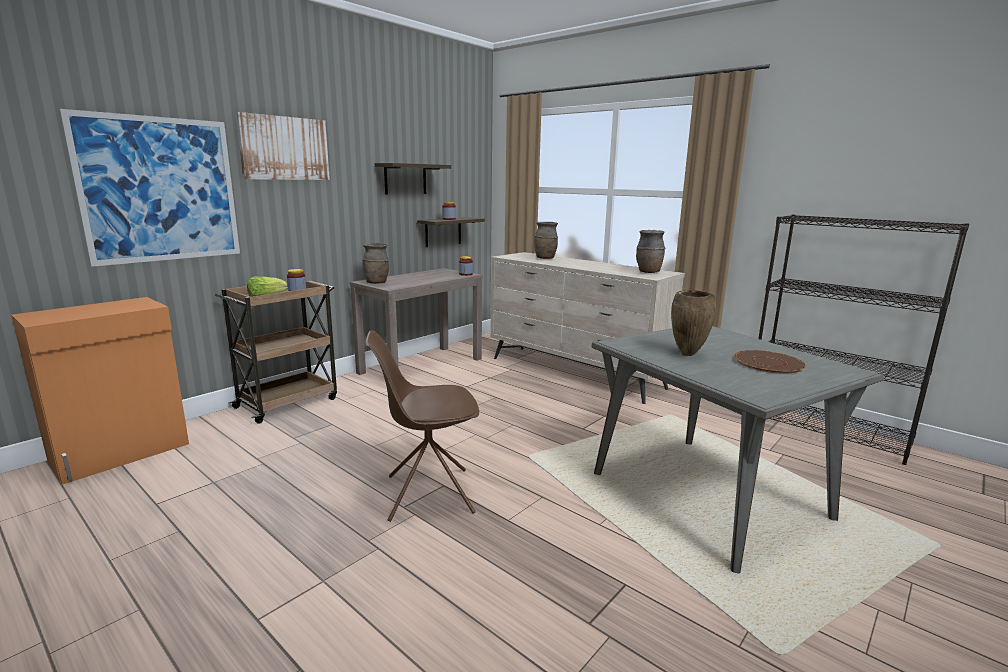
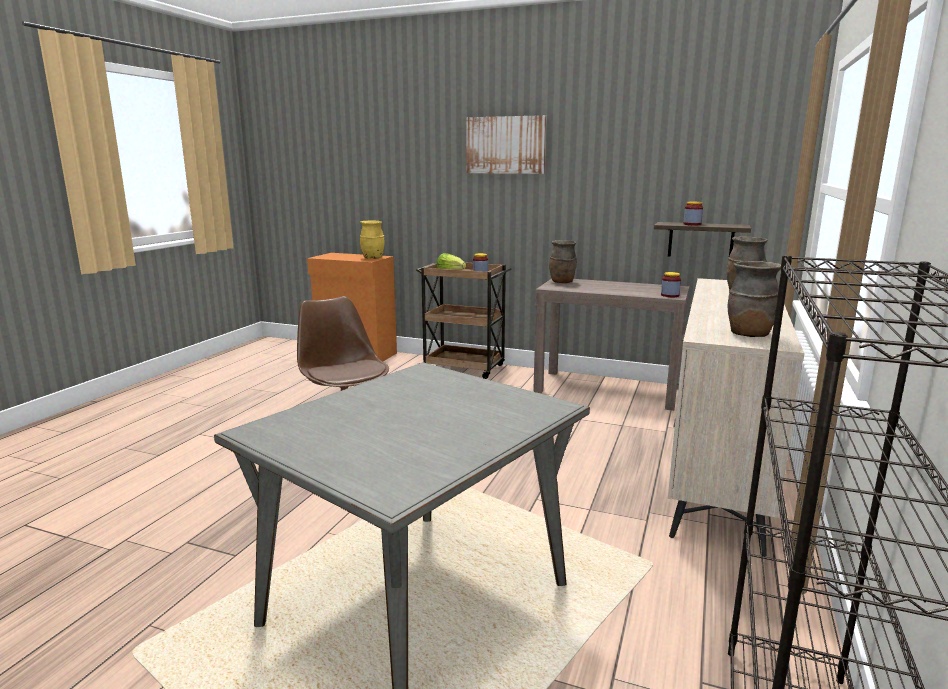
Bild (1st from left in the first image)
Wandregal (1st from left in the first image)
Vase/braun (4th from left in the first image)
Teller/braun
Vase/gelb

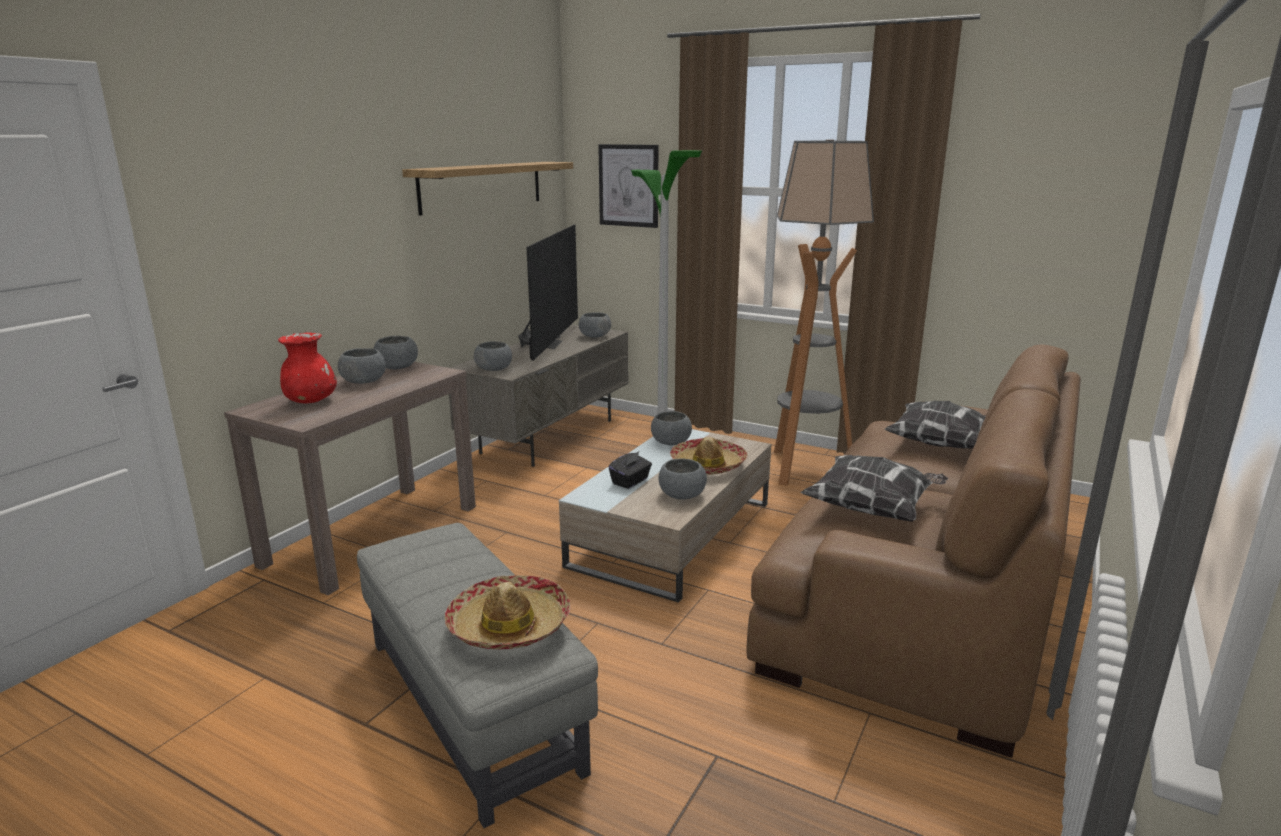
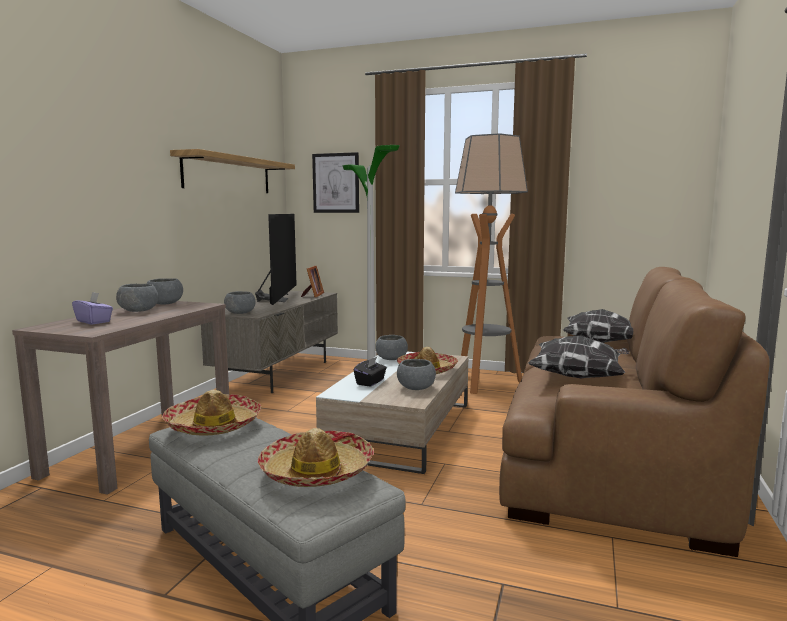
Bilderrahmen
Taschentuchbox/lila
Hut (1st from left)

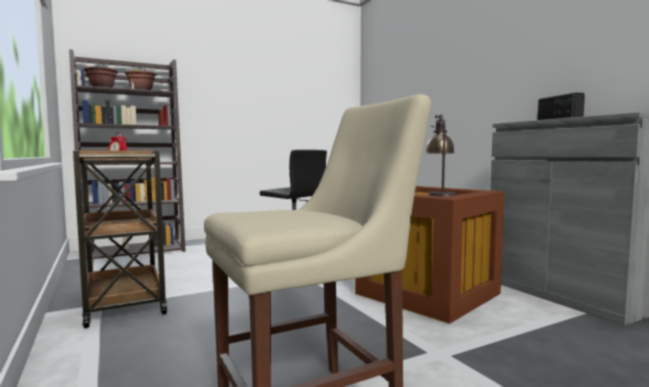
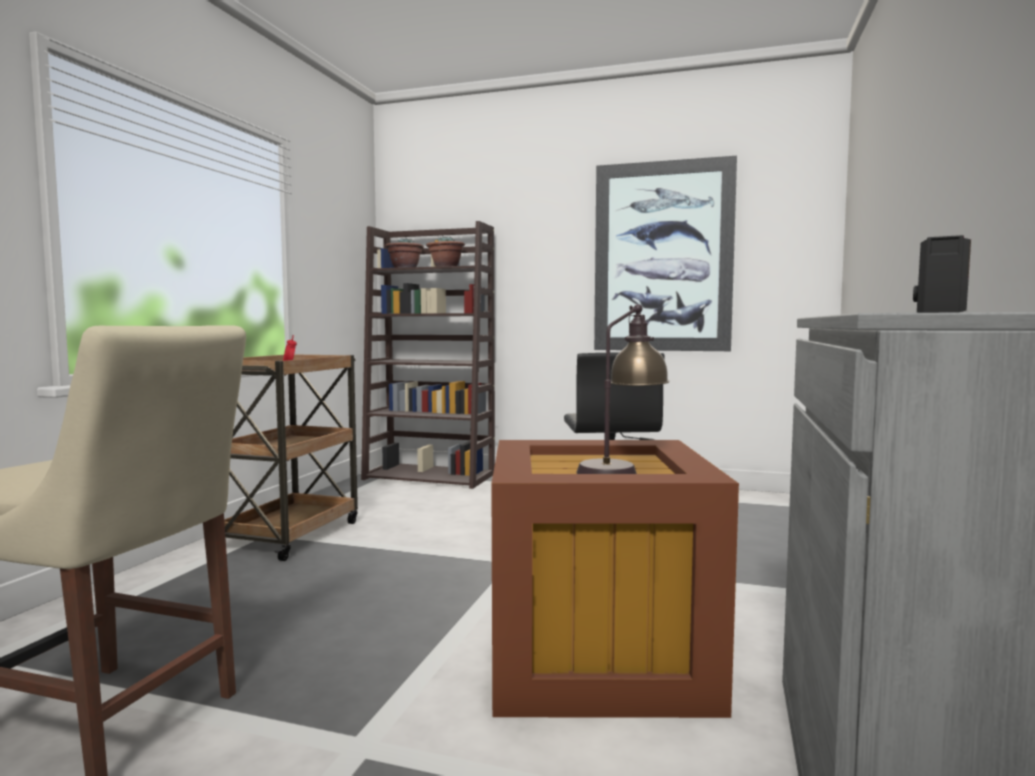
Bild

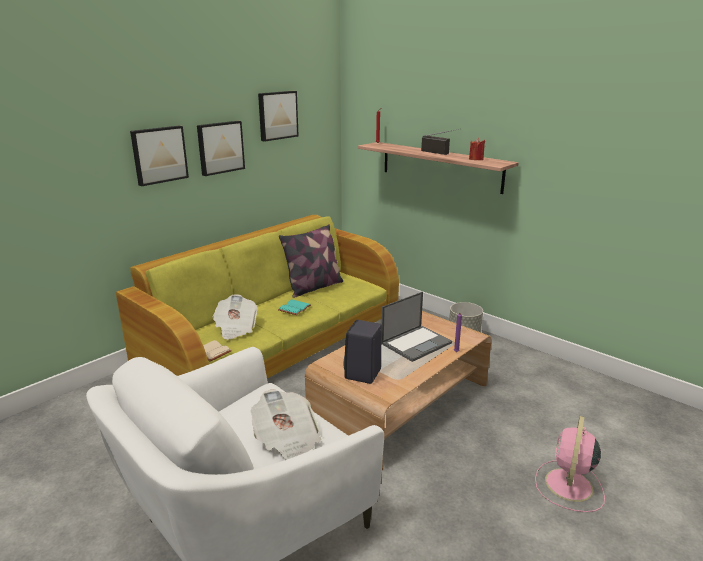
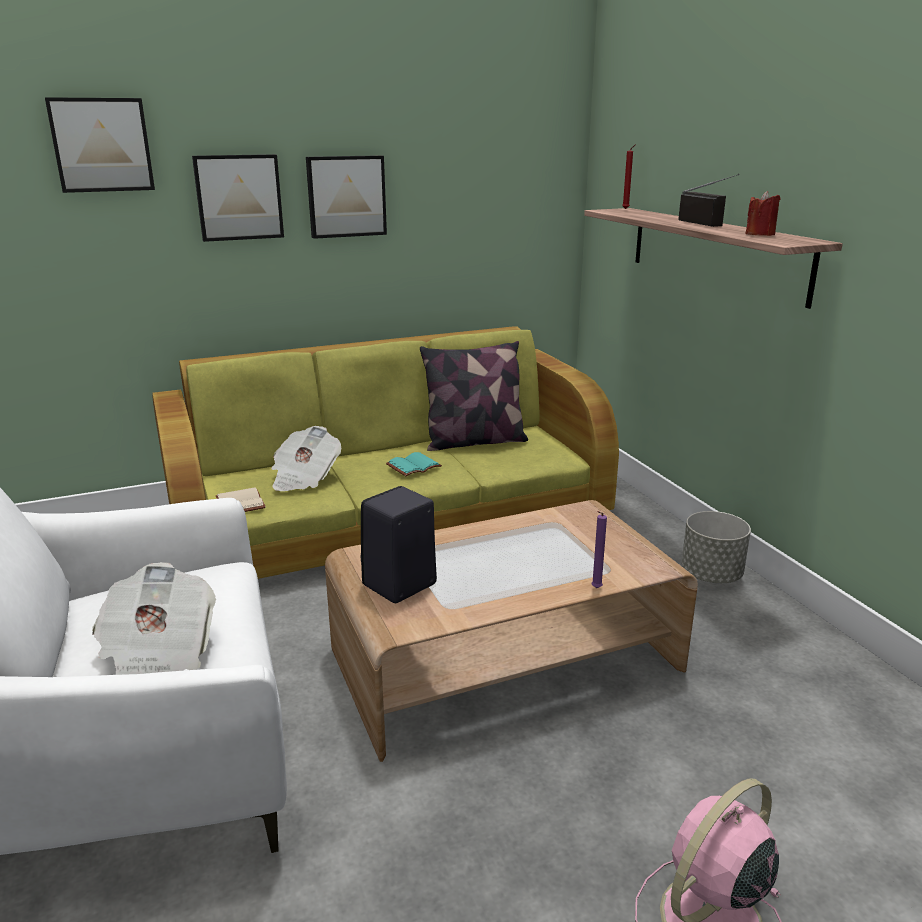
Bild (1st from left)
Laptop

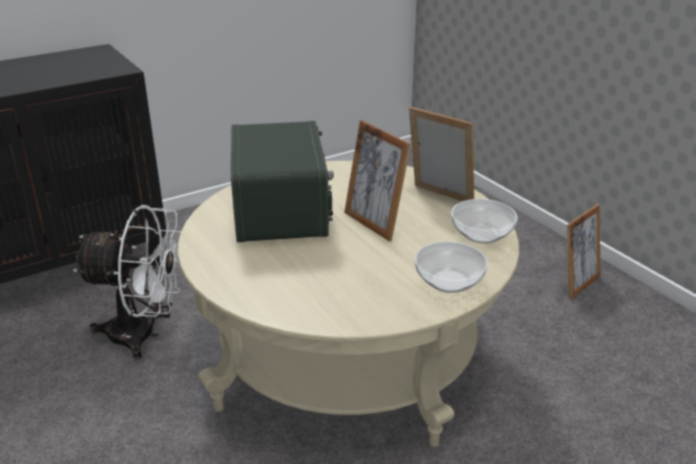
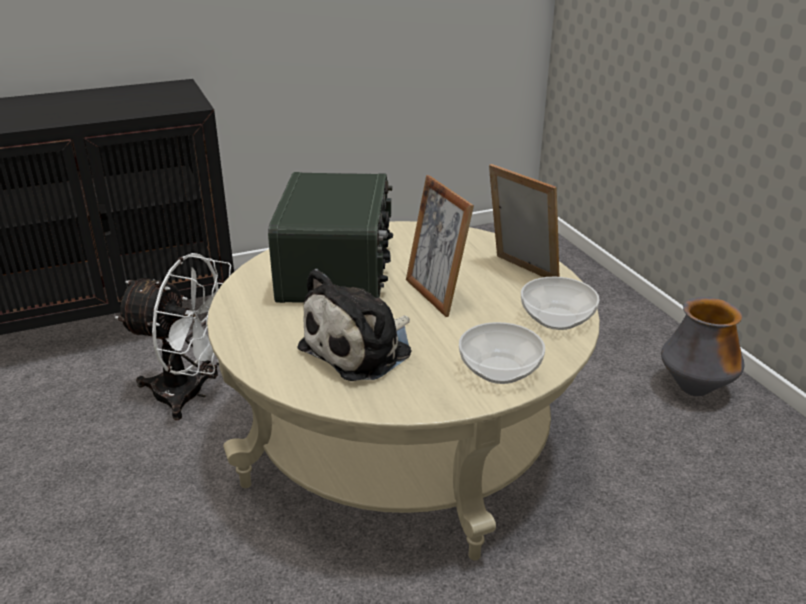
Vase
Plüschtier

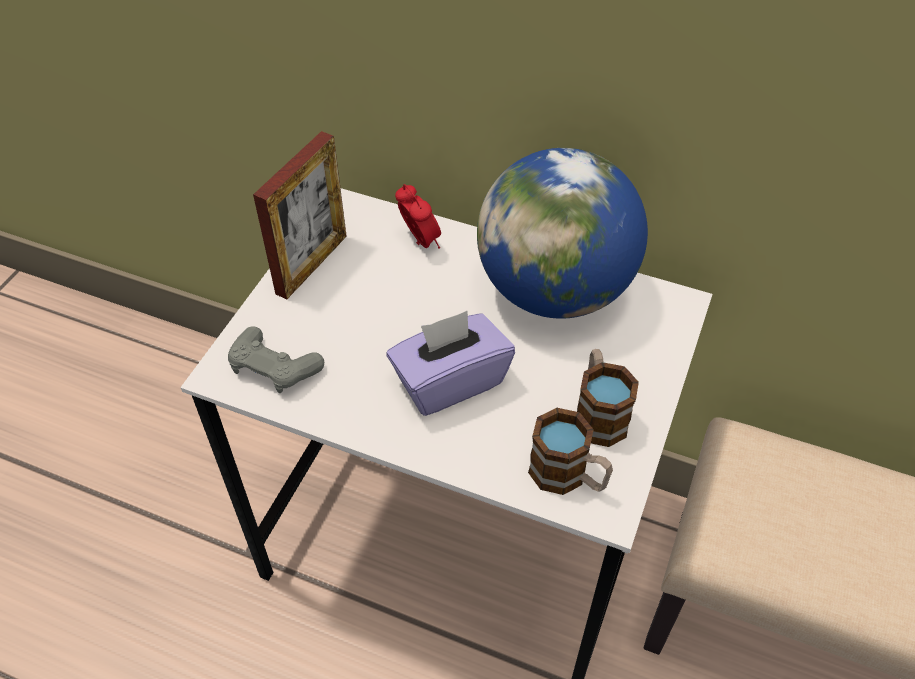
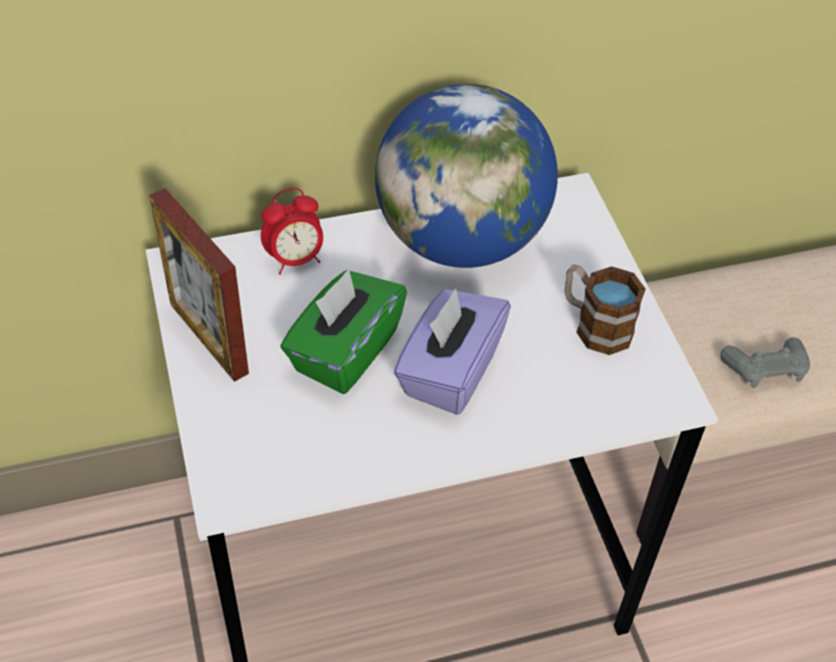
Bilderrahmen
Wecker
Gamepad/grau
Henkelbecher (1st from left in the first image)
Taschentuchbox/grün

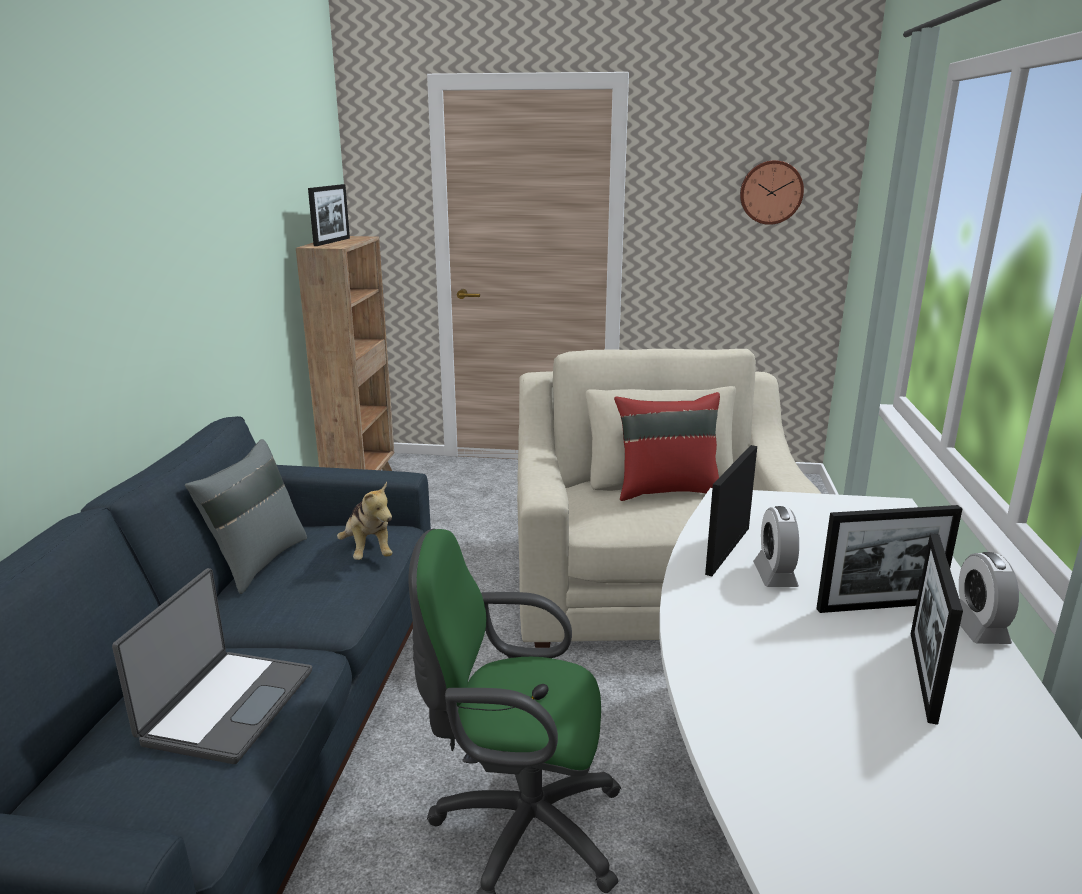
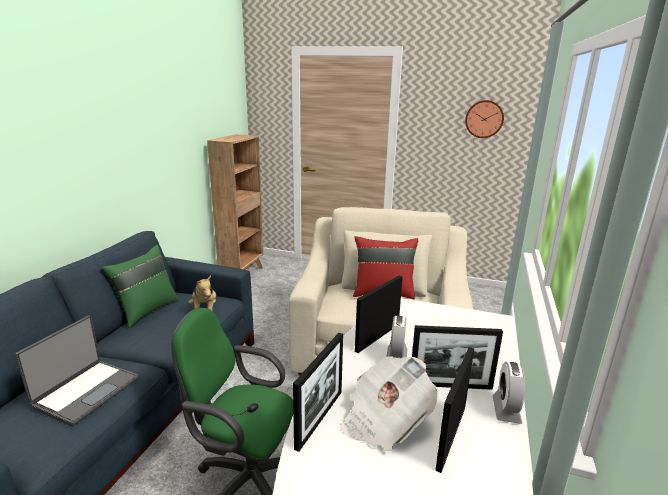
Bilderrahmen (1st from left)
Kissen/grün
Zeitung

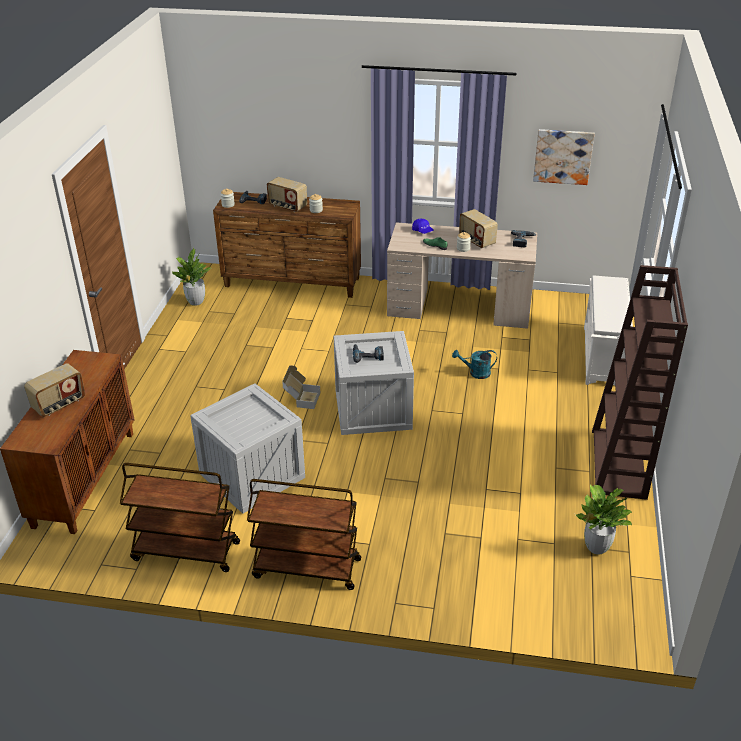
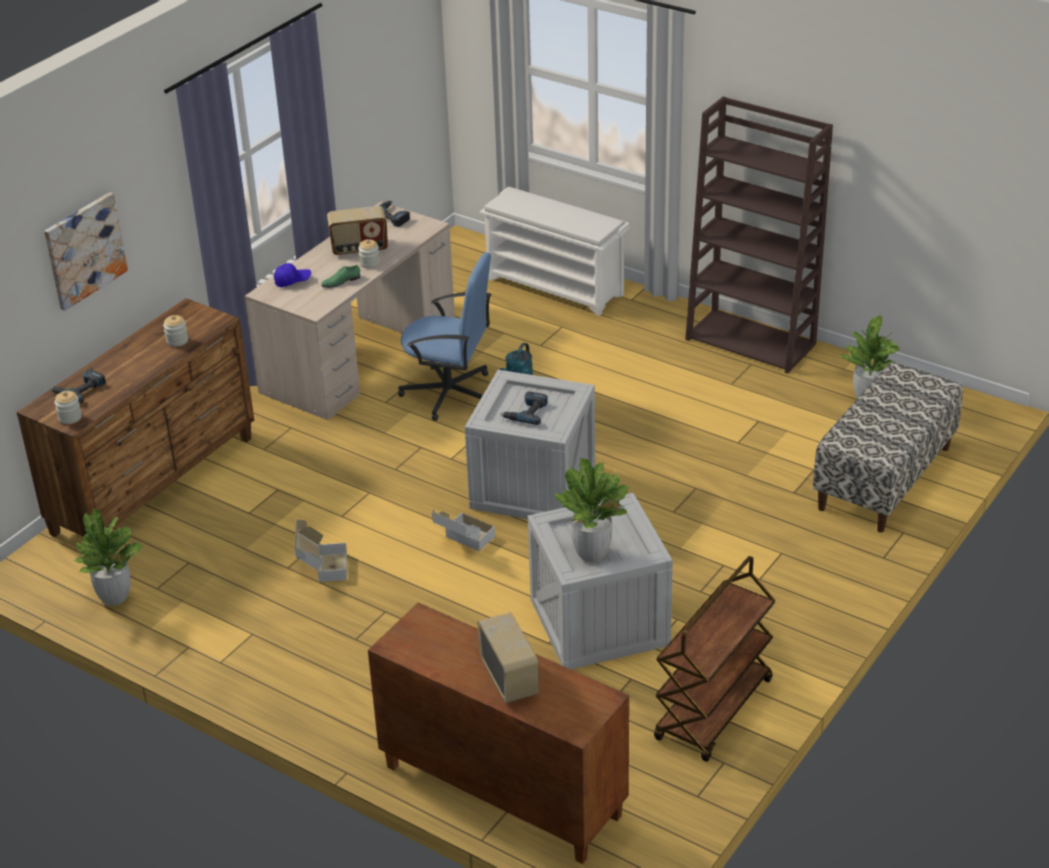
Bild
Radio (2nd from left in the first image)
Rollwagen/braun (2nd from left in the first image)
Bürostuhl/blau
Bank
Topfpflanze (2nd from left)
Karton (1st from left)

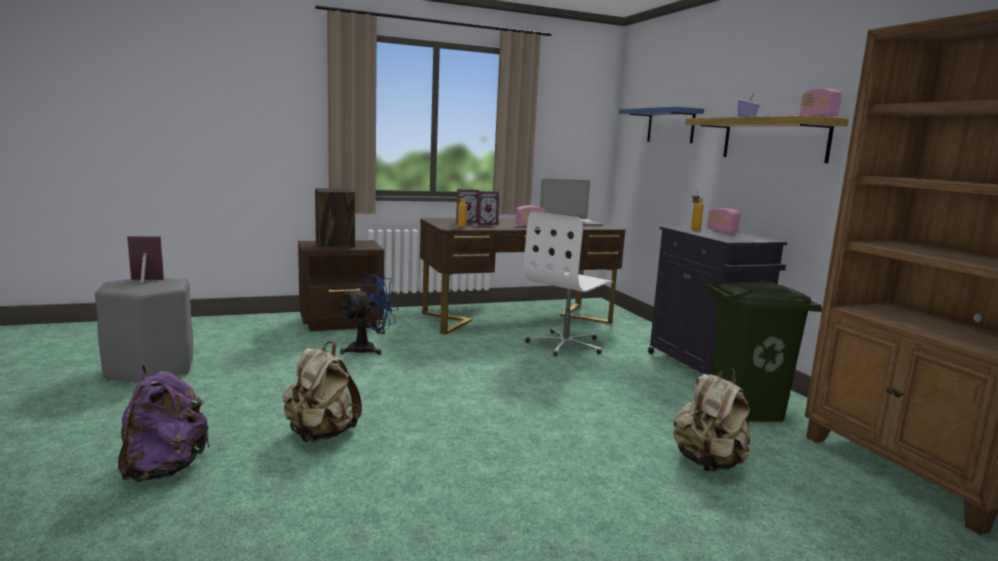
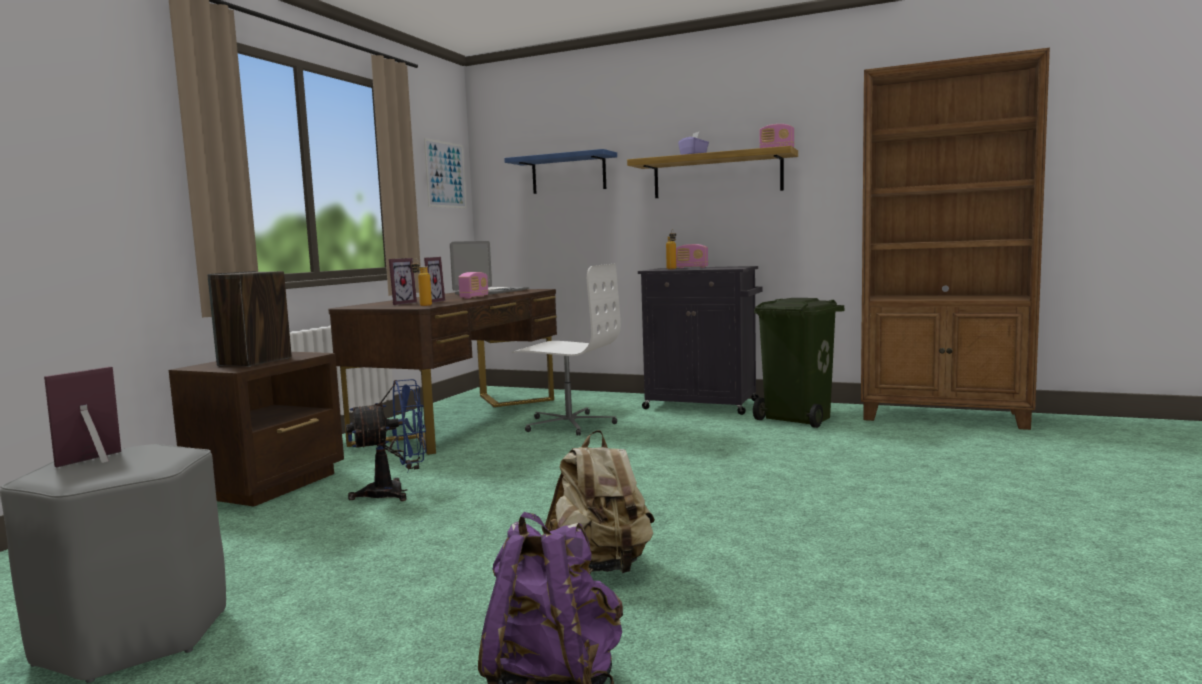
Bürostuhl/weiß
Ventilator/blau
Rucksack/beige (2nd from left in the first image)
Bild

